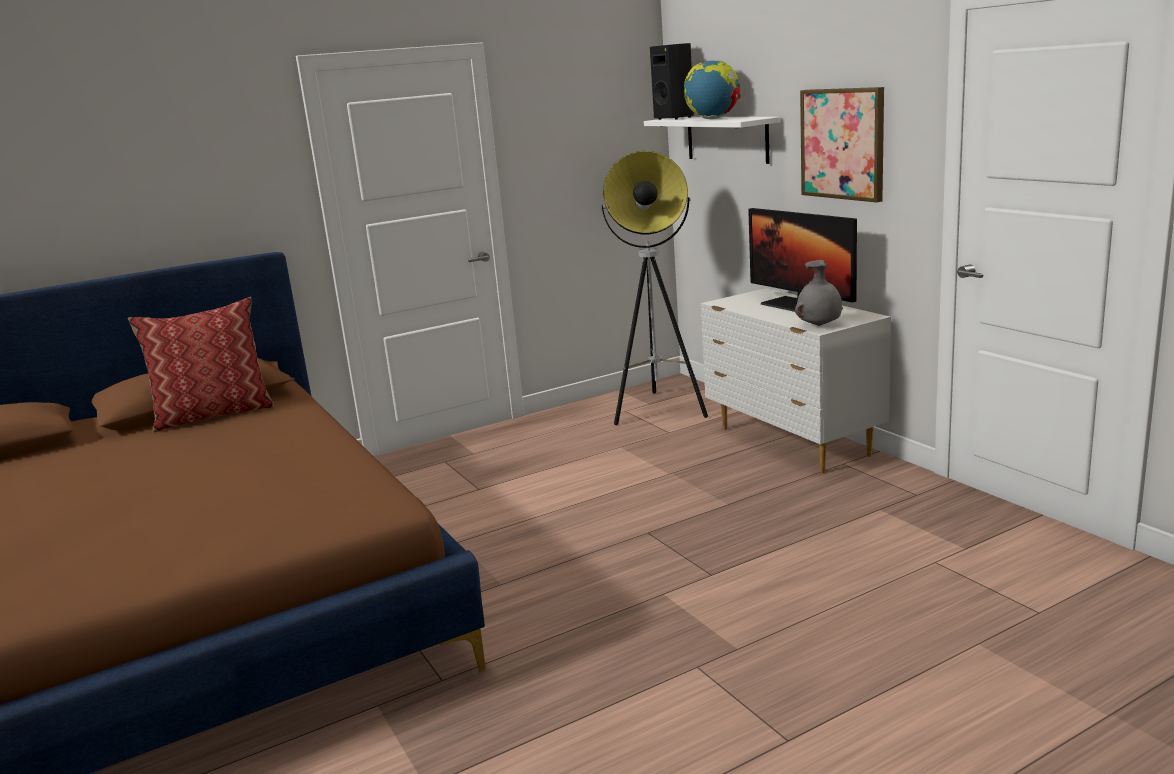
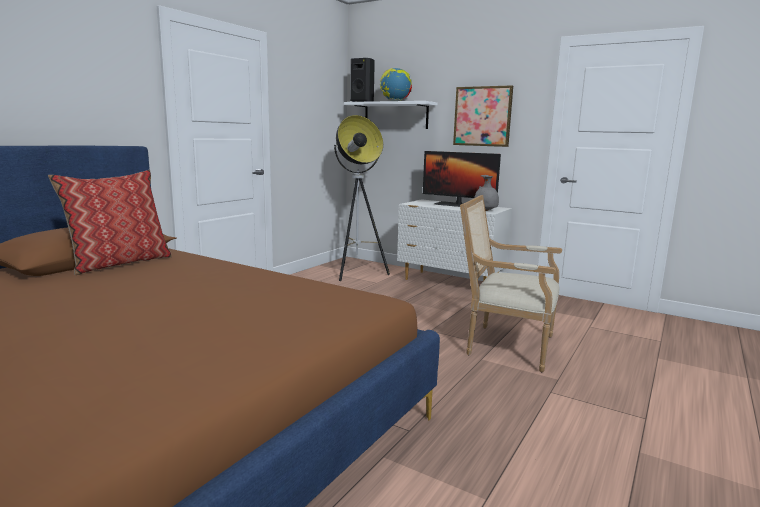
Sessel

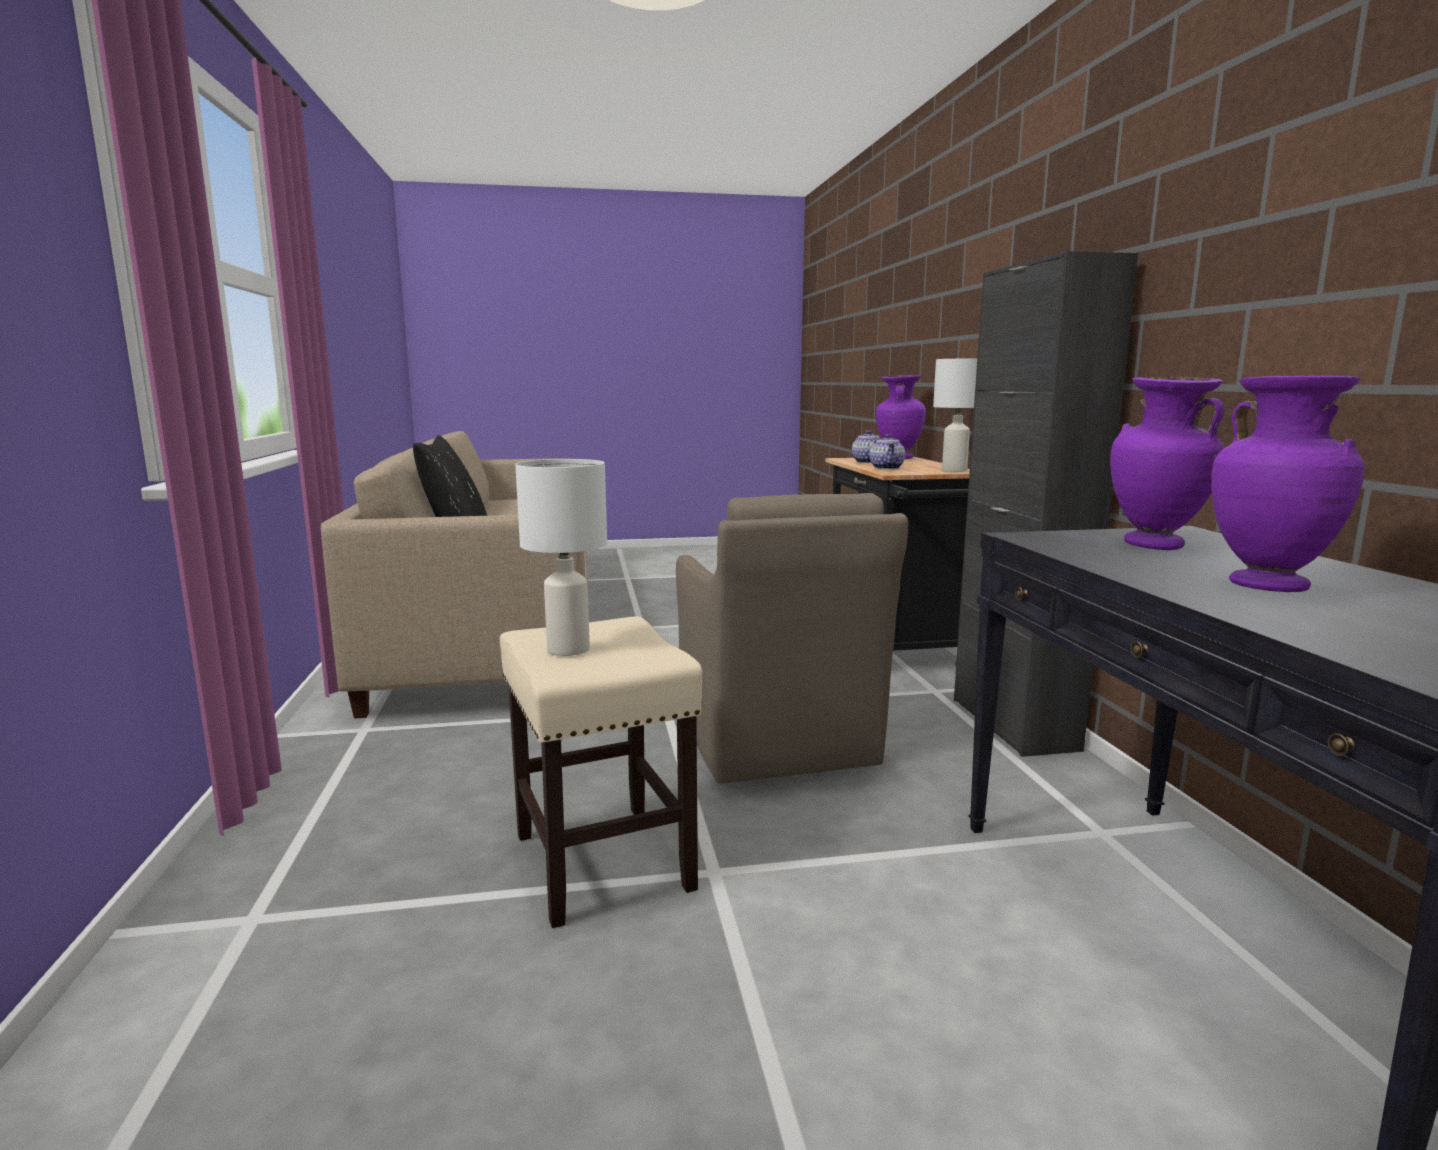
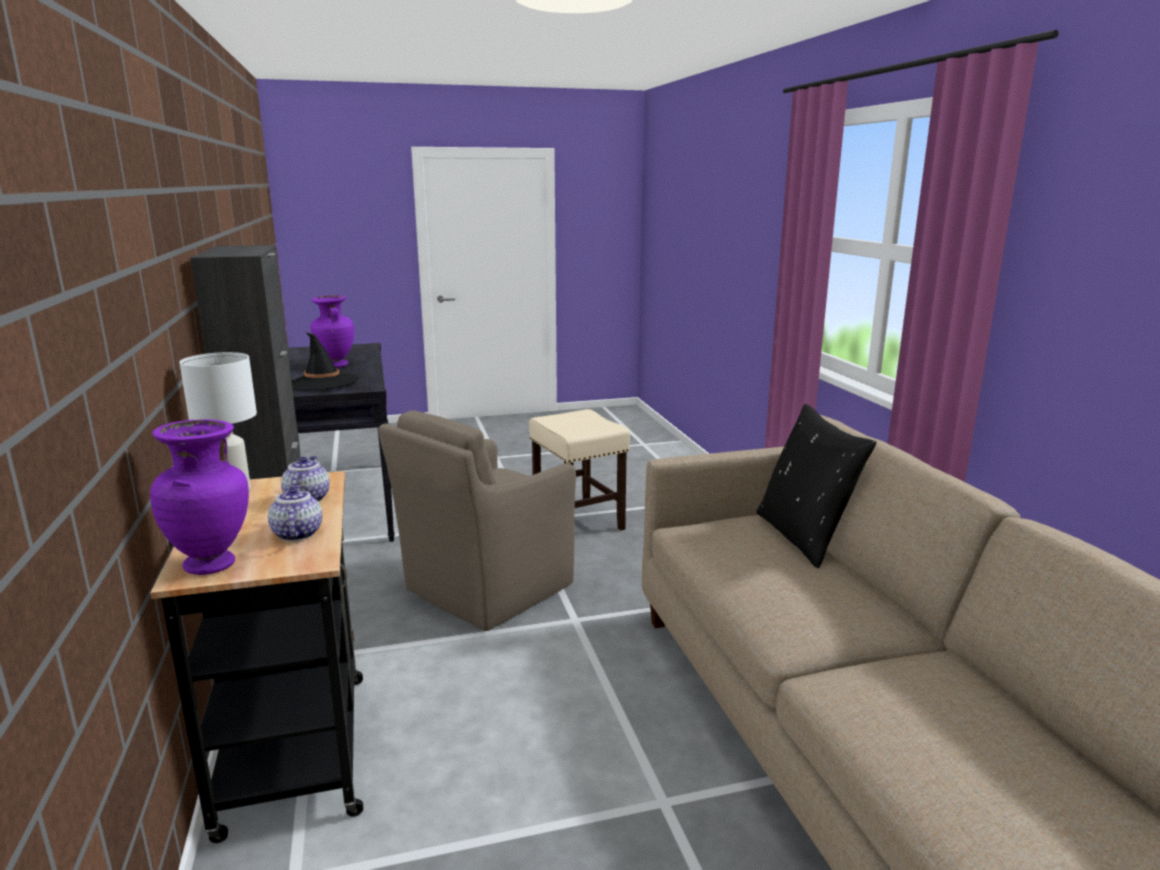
Hut/schwarz
Tischlampe/weiß (1st from left in the first image)
Sessel/braun

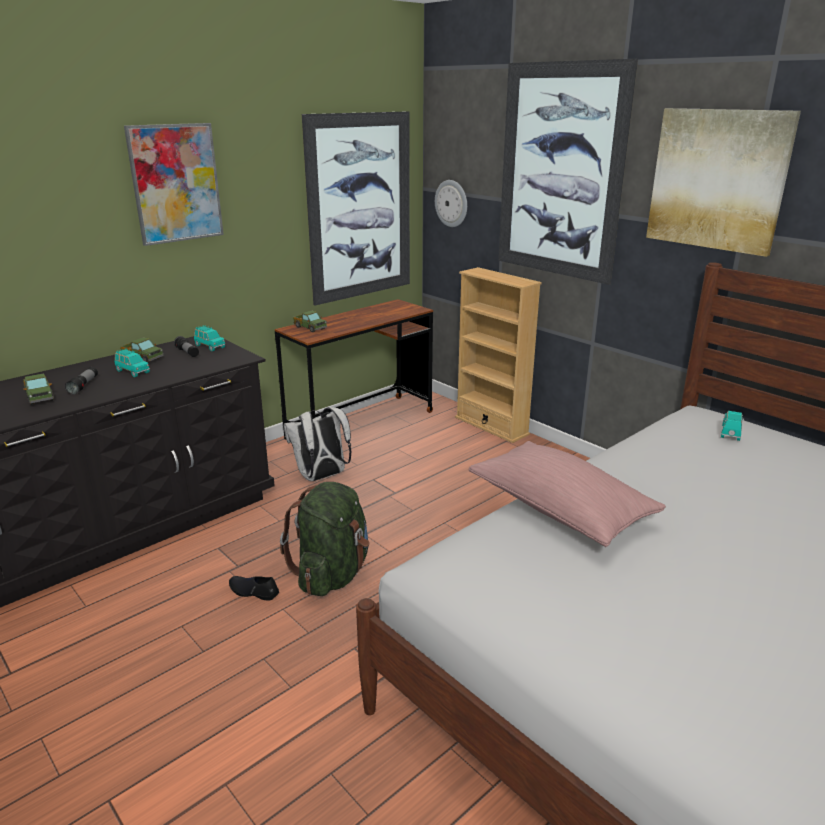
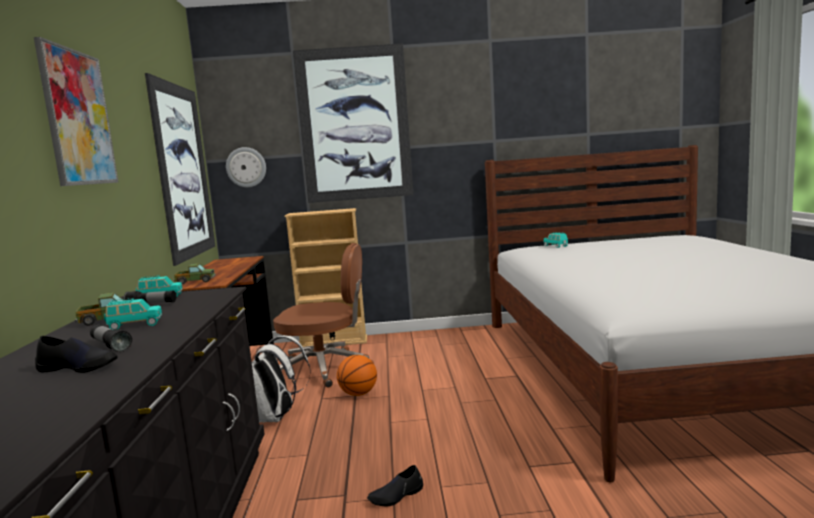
Bild (4th from left in the first image)
Schuh/schwarz (1st from left)
Kissen/rosa
Rucksack/grün
Bürostuhl/braun
Basketball

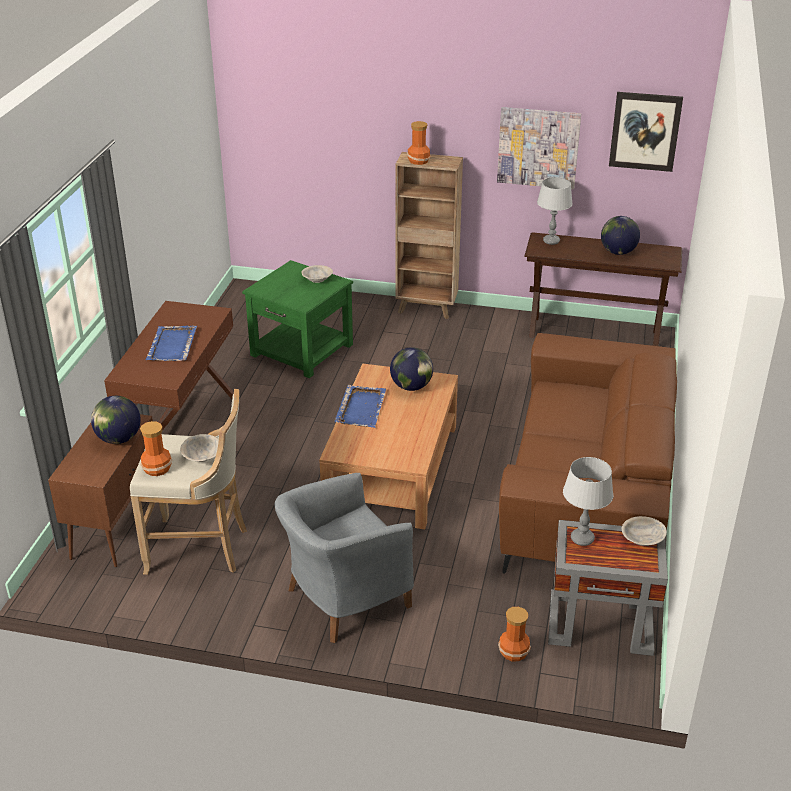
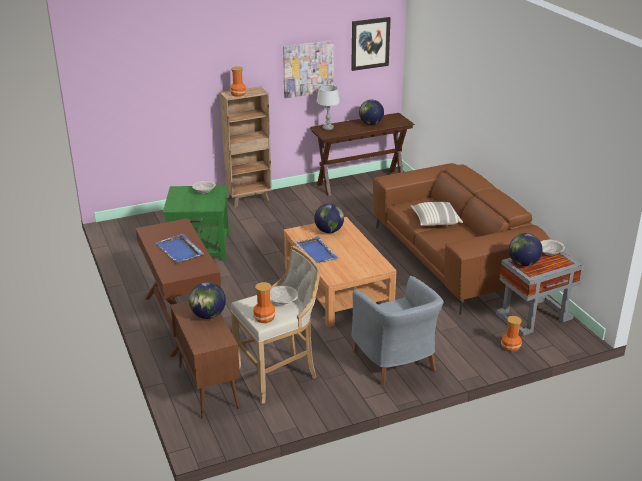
Globus (4th from left)
Sessel/grau
Kissen

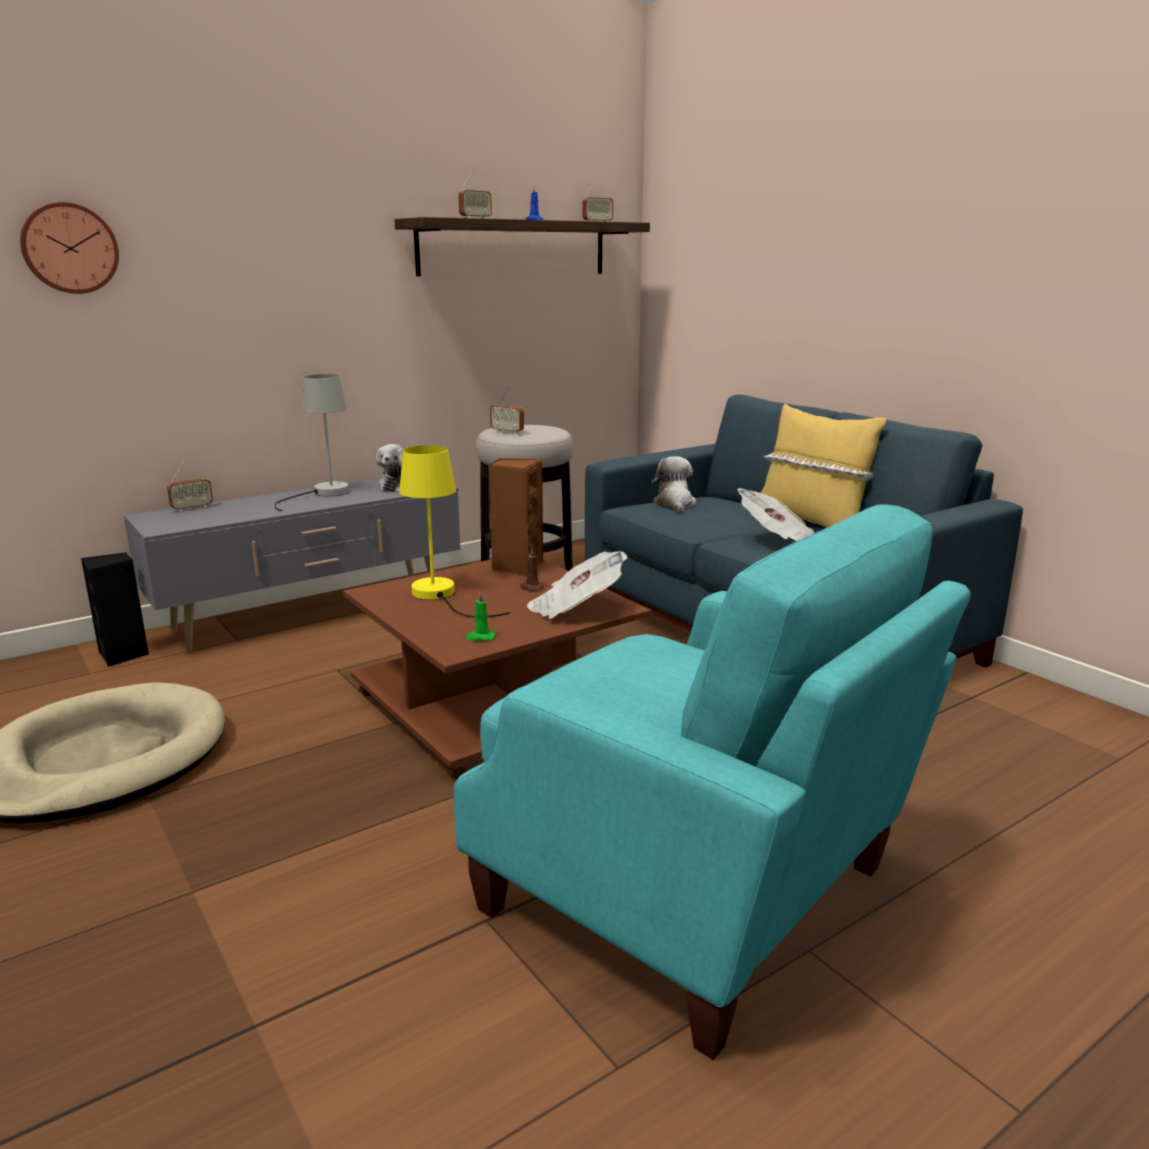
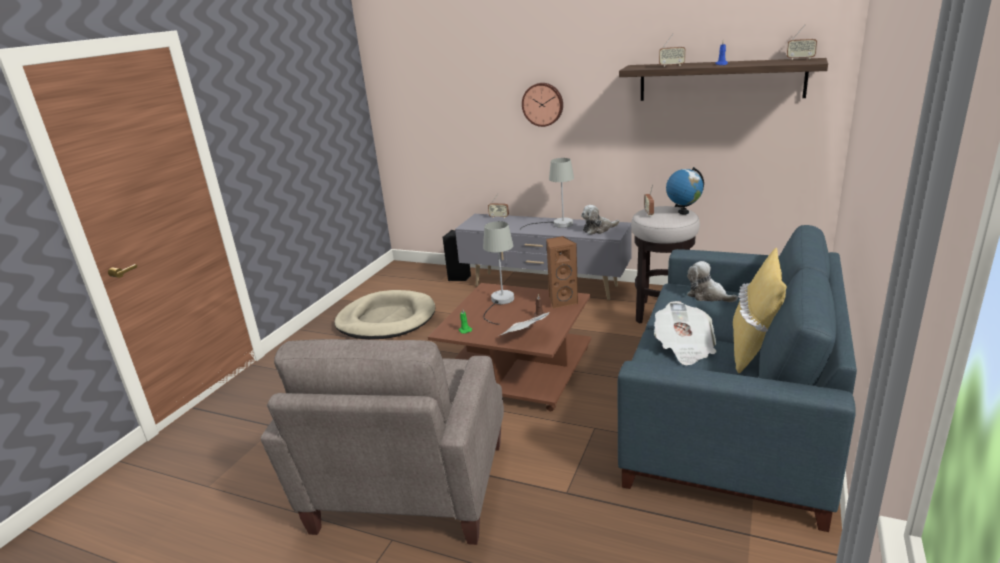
Wanduhr
Tischlampe/grau (1st from left)
Plüschtier (2nd from left)
Sessel/beige
Globus

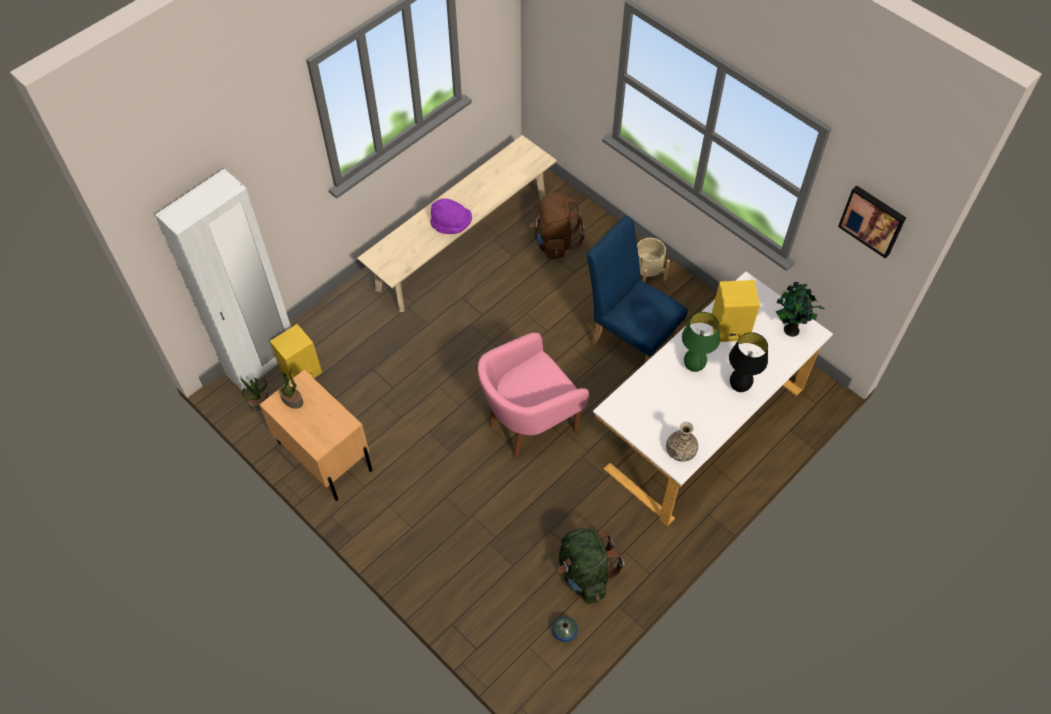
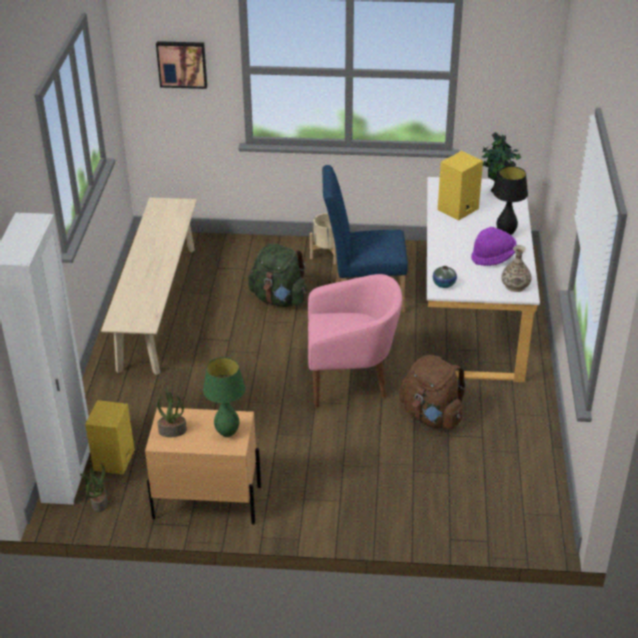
Bild
Rucksack/braun
Hut/lila
Tischlampe/grün
Sessel/rosa
Rucksack/grün
Vase (1st from left)

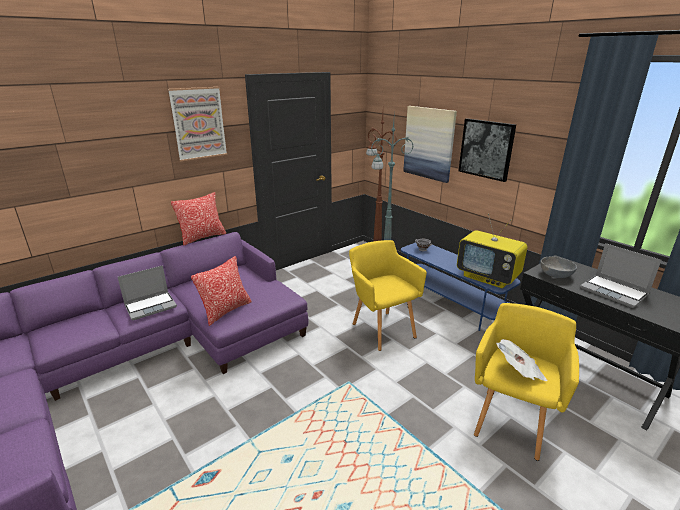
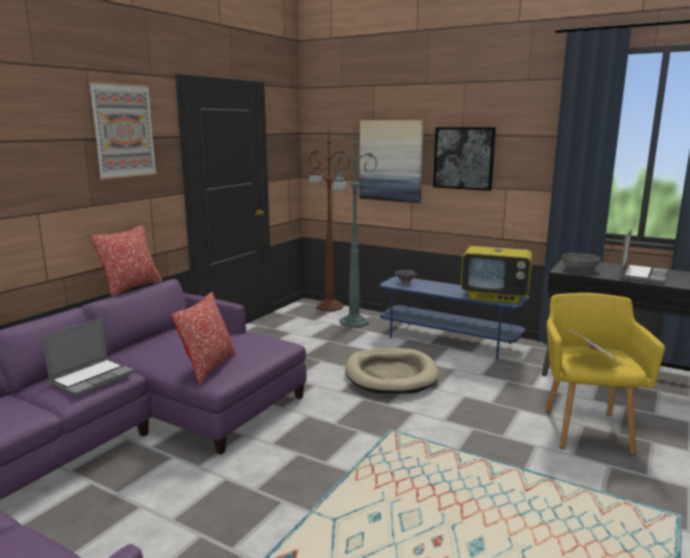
Hundebett/beige
Laptop (2nd from left)

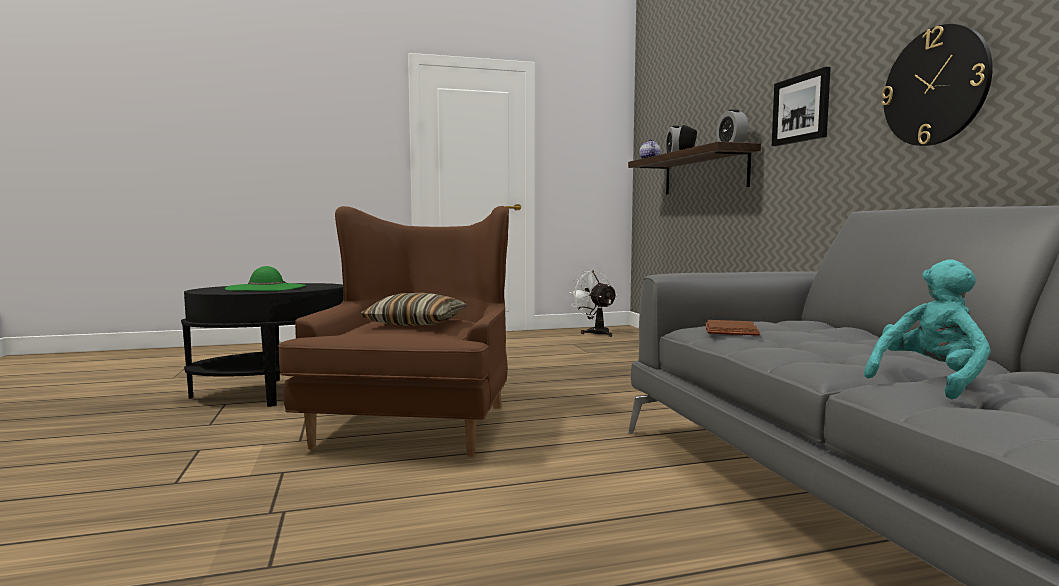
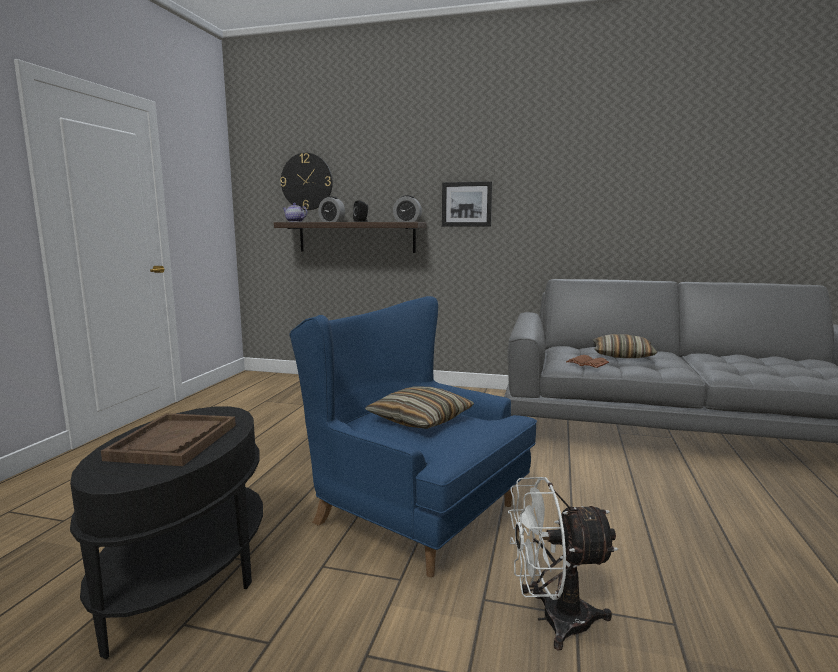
Wanduhr
Sessel/blau
Plüschtier/türkis
Tablett/braun
Ventilator/weiß
Kissen (2nd from left)

